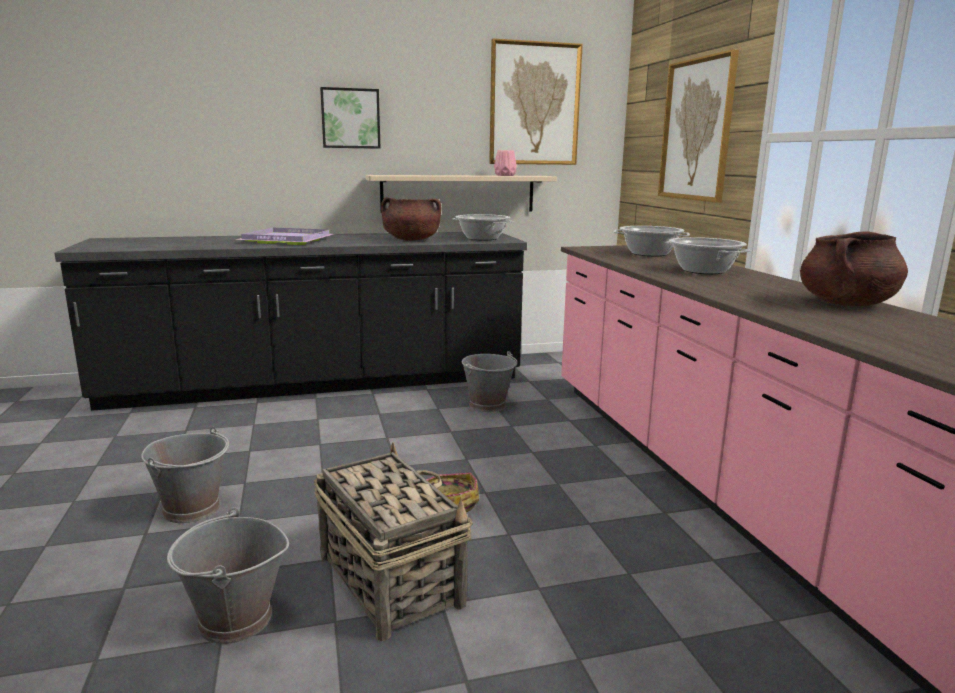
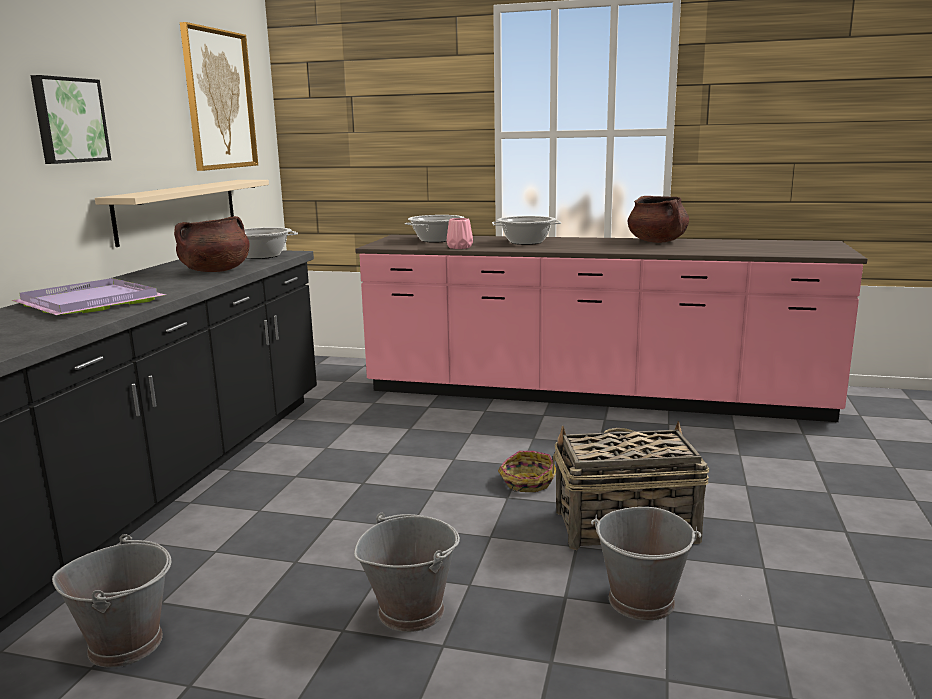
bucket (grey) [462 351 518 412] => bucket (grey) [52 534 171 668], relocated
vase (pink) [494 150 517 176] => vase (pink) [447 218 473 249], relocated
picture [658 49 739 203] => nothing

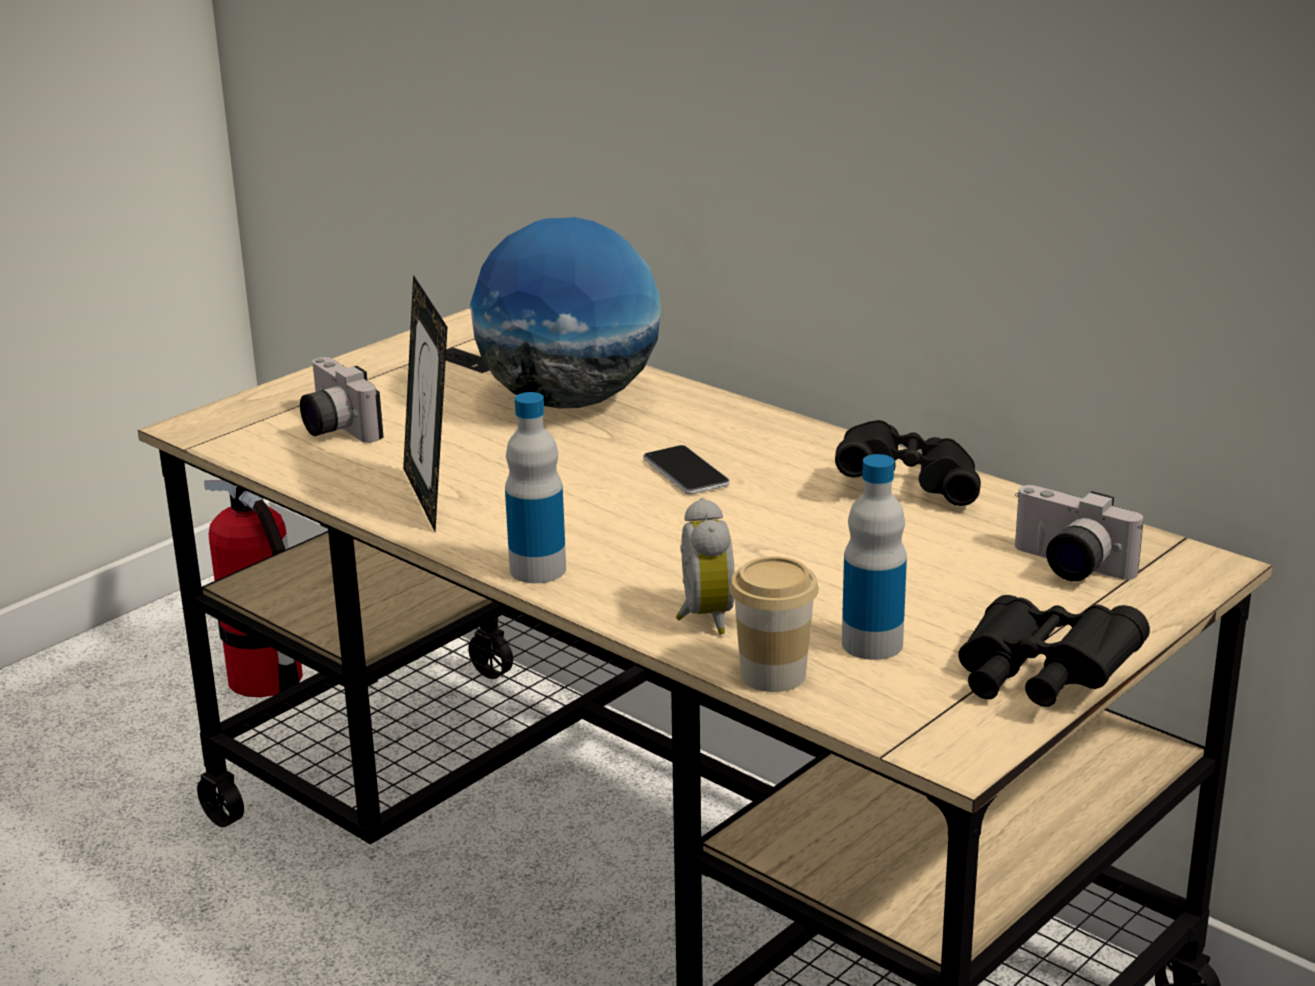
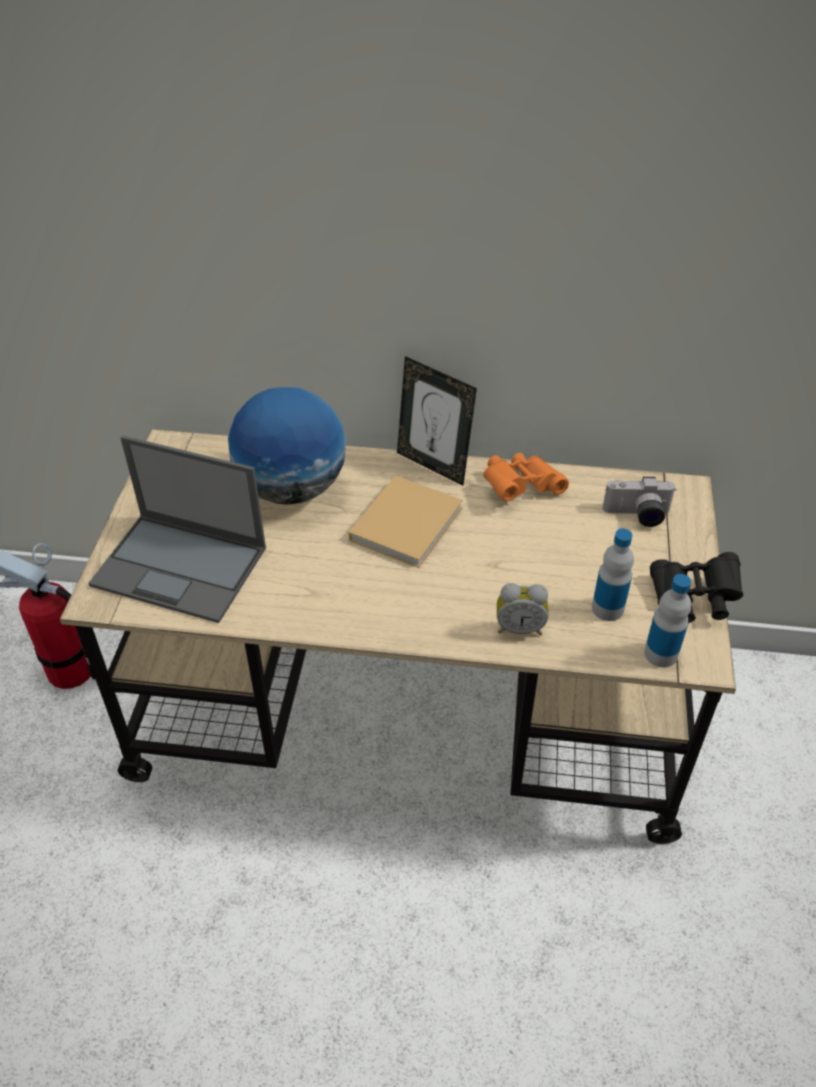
photo camera [300 357 384 443] => laptop [88 435 266 623]
picture frame [403 275 448 531] => picture frame [397 356 477 486], relocated
bottle [505 392 566 583] => bottle [644 574 691 667], relocated
phone [643 445 730 495] => book (beige) [349 475 463 568]
alarm clock [676 498 735 635] => alarm clock [497 583 548 635], 135 degrees clockwise
cup [730 556 819 692] => nothing
binoculars (black) [835 420 981 506] => binoculars (orange) [484 453 569 501]

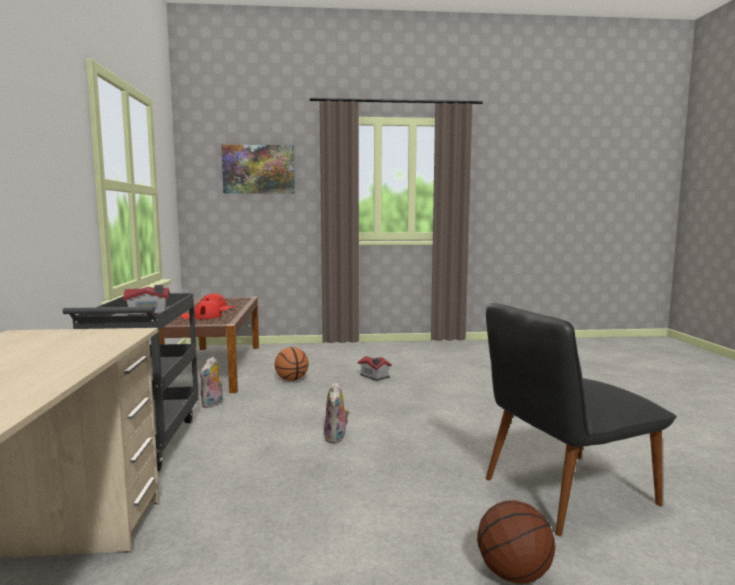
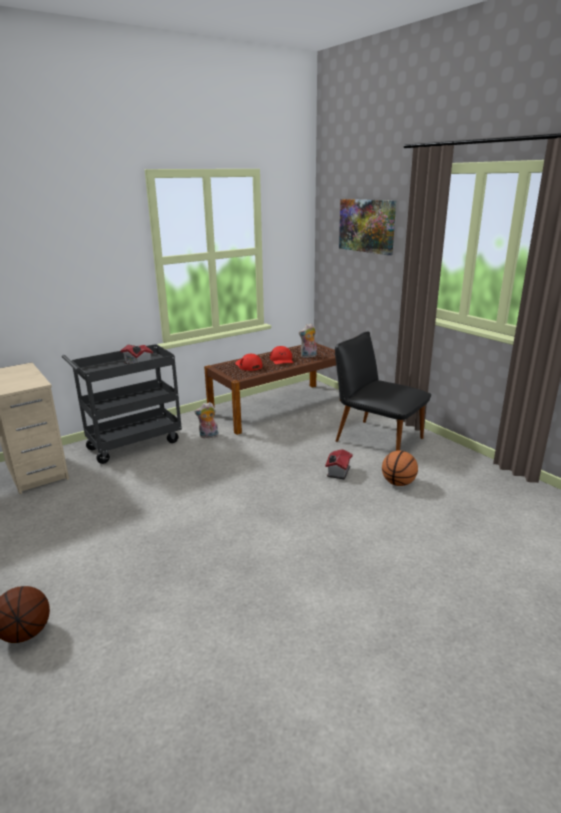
basketball [275 347 309 381] => basketball [382 451 418 486], relocated
plush toy [324 382 349 443] => plush toy [299 323 317 358], relocated
chair (black) [486 303 677 536] => chair (black) [335 332 431 451], relocated

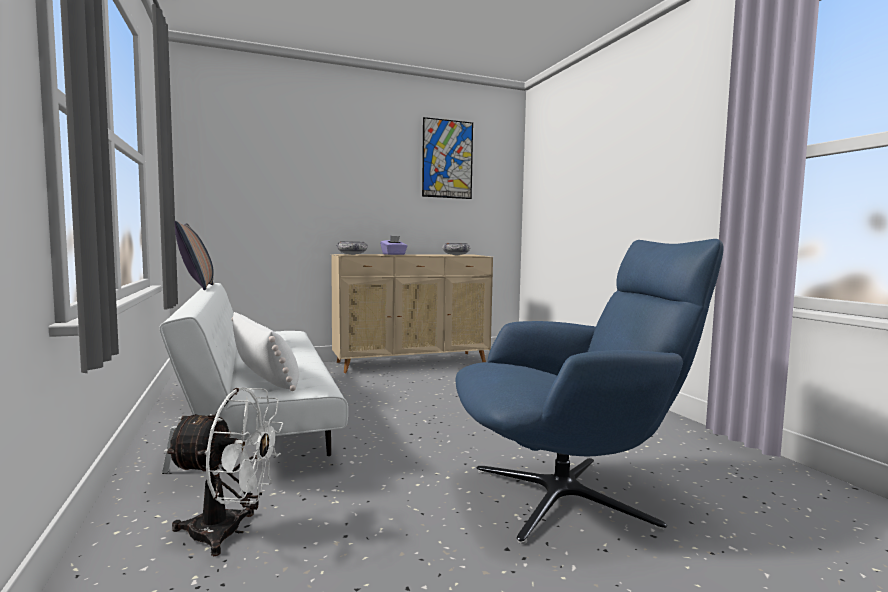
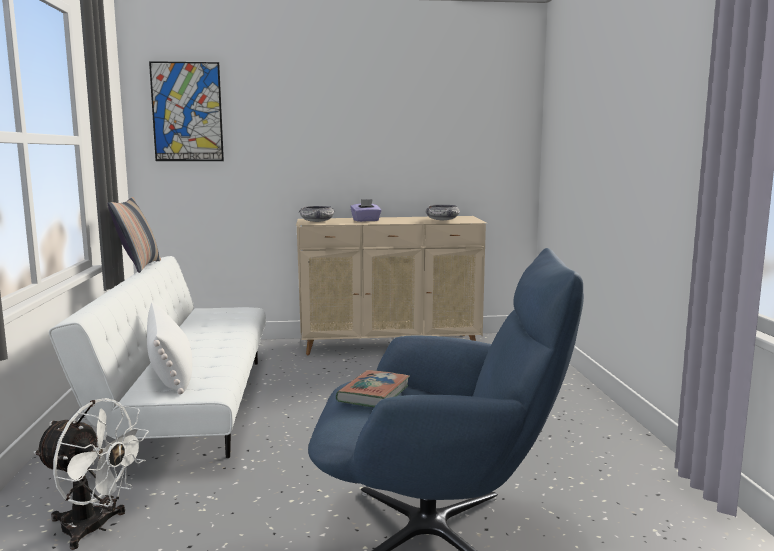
picture [422 117 473 199] => picture [149 61 224 161], relocated
nothing => book [336 370 410 407]

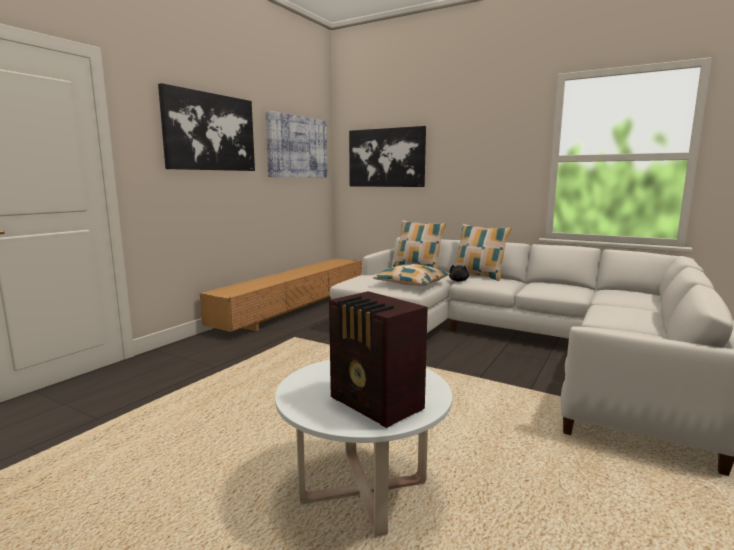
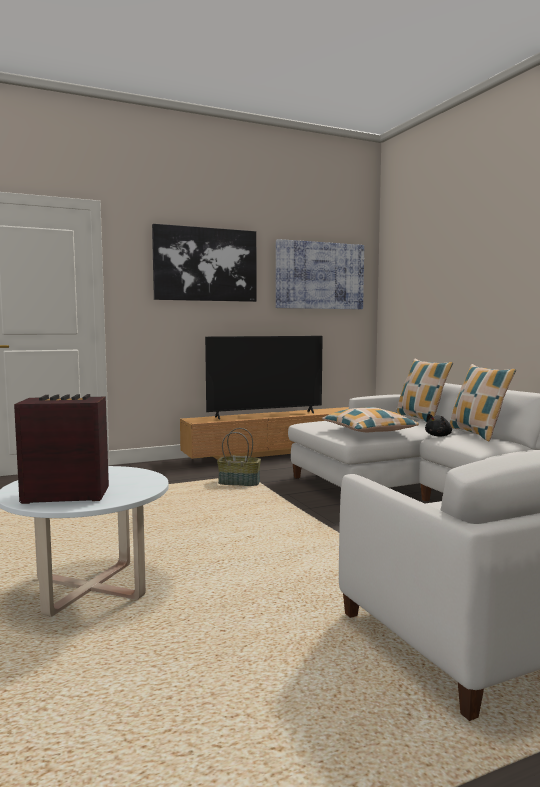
radio [329 291 428 428] => radio [14 394 109 504], 90 degrees clockwise
picture [349 126 426 187] => nothing
nothing => television [205 336 323 420]
nothing => basket [217 428 261 486]

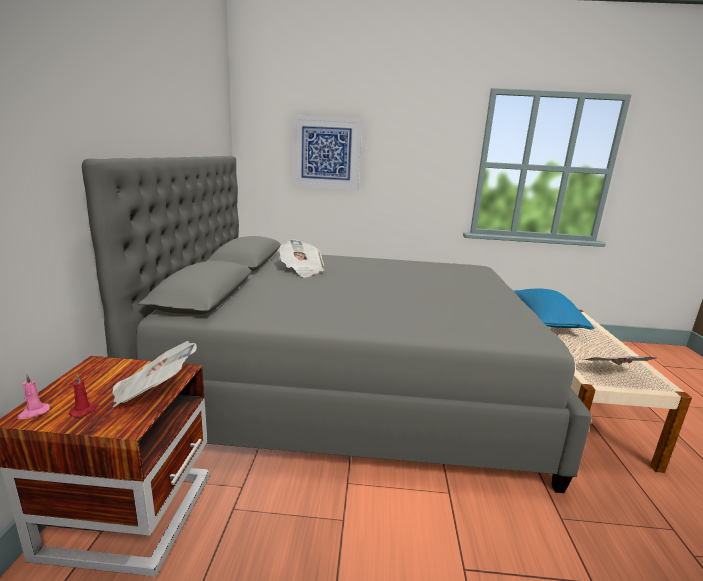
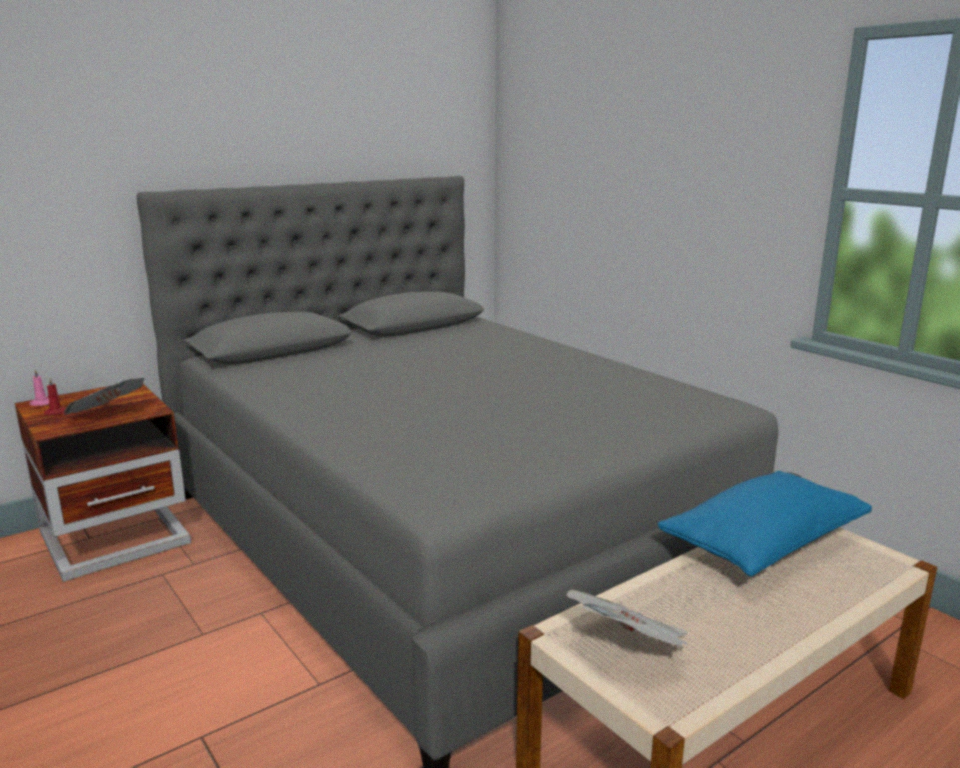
newspaper [279 239 324 278] => nothing
picture [292 115 362 190] => nothing

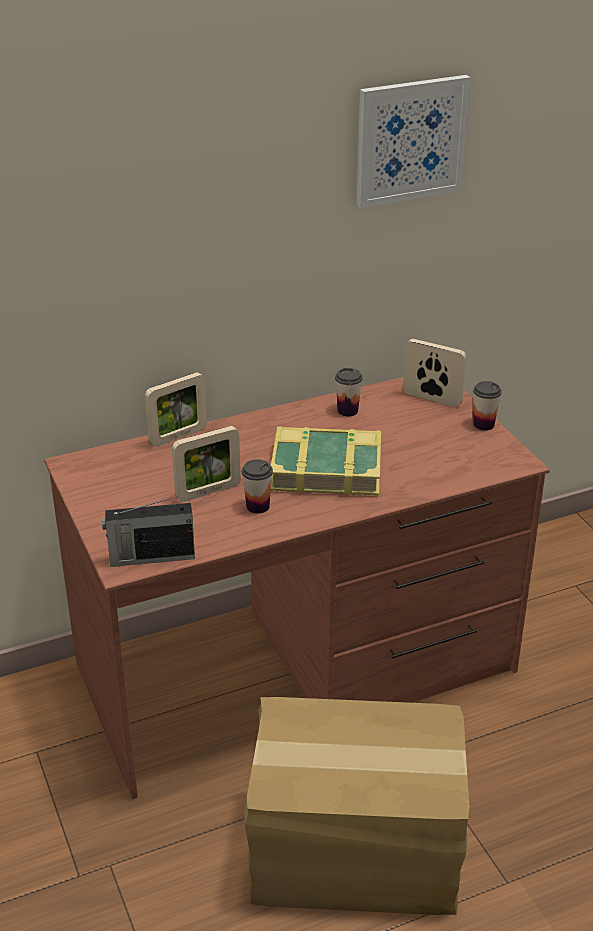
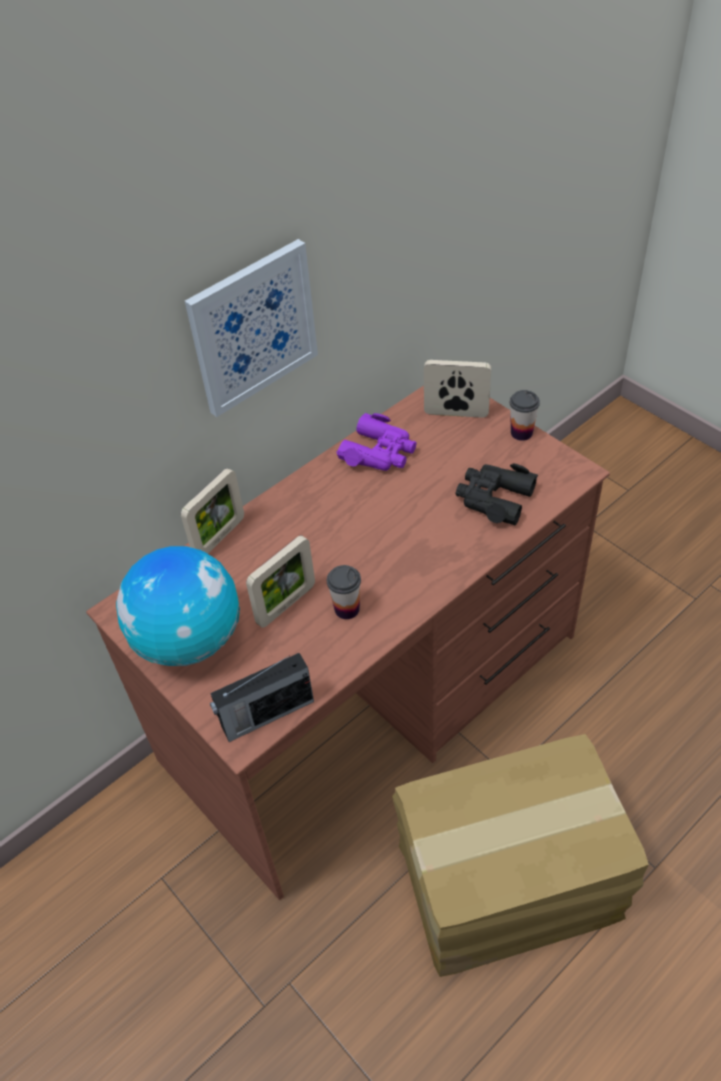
book [271 426 381 496] => nothing
cup [335 368 363 416] => binoculars (purple) [336 413 417 471]
picture [357 75 471 208] => picture [185 239 318 417], relocated
nothing => globe [116 546 240 666]
nothing => binoculars (black) [456 464 538 525]

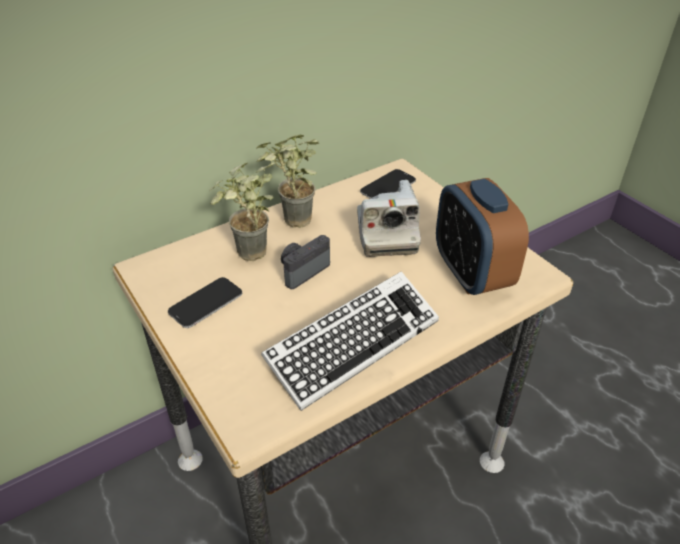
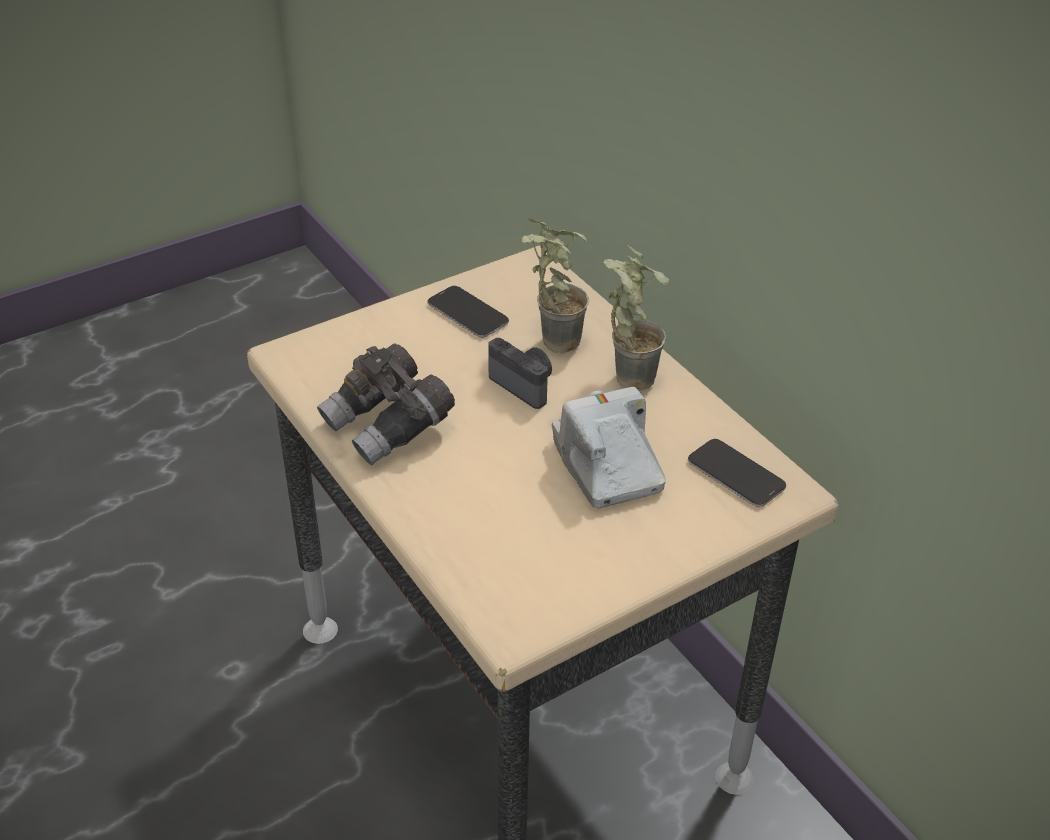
keyboard [261 271 439 411] => binoculars (grey) [317 344 455 465]
photo camera [357 180 421 257] => photo camera [552 387 666 509], 75 degrees clockwise
alarm clock [436 178 529 295] => nothing

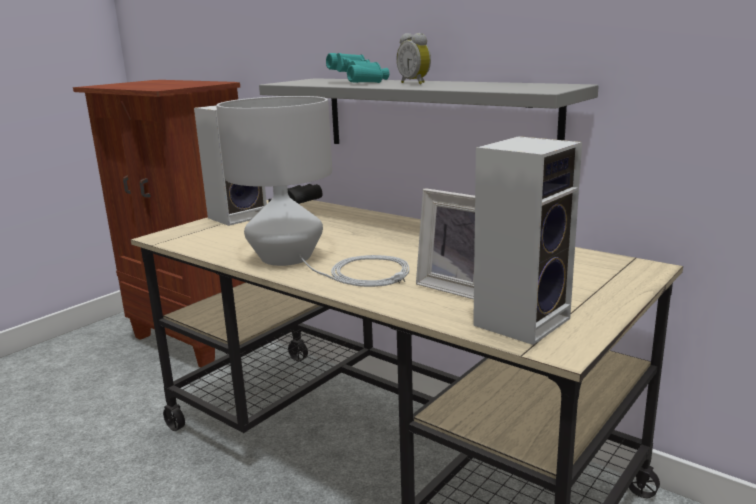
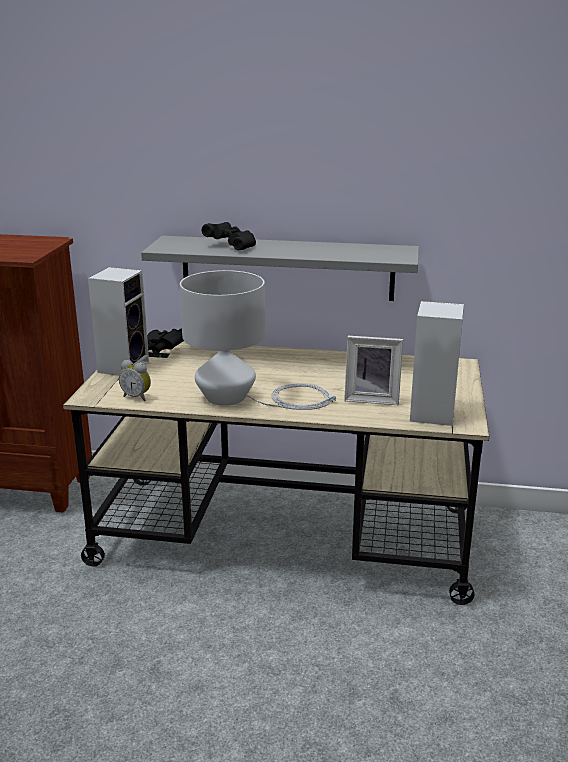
binoculars (turquoise) [326 53 389 83] => binoculars (black) [202 222 256 250]
alarm clock [396 33 431 84] => alarm clock [119 360 151 401], relocated

